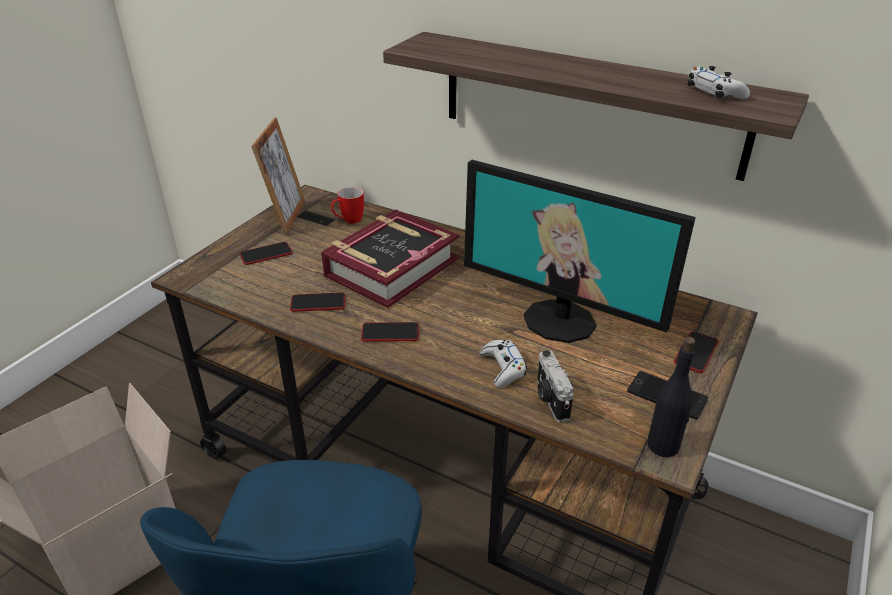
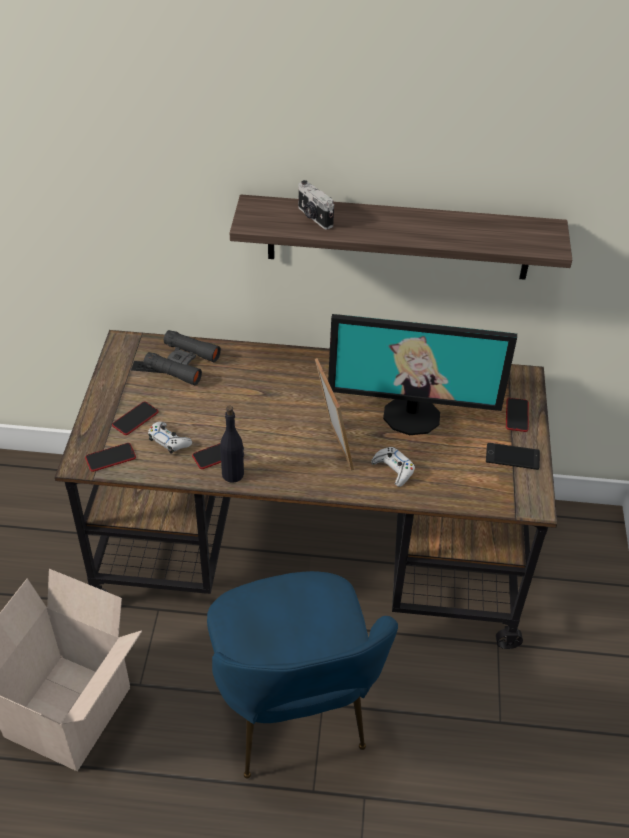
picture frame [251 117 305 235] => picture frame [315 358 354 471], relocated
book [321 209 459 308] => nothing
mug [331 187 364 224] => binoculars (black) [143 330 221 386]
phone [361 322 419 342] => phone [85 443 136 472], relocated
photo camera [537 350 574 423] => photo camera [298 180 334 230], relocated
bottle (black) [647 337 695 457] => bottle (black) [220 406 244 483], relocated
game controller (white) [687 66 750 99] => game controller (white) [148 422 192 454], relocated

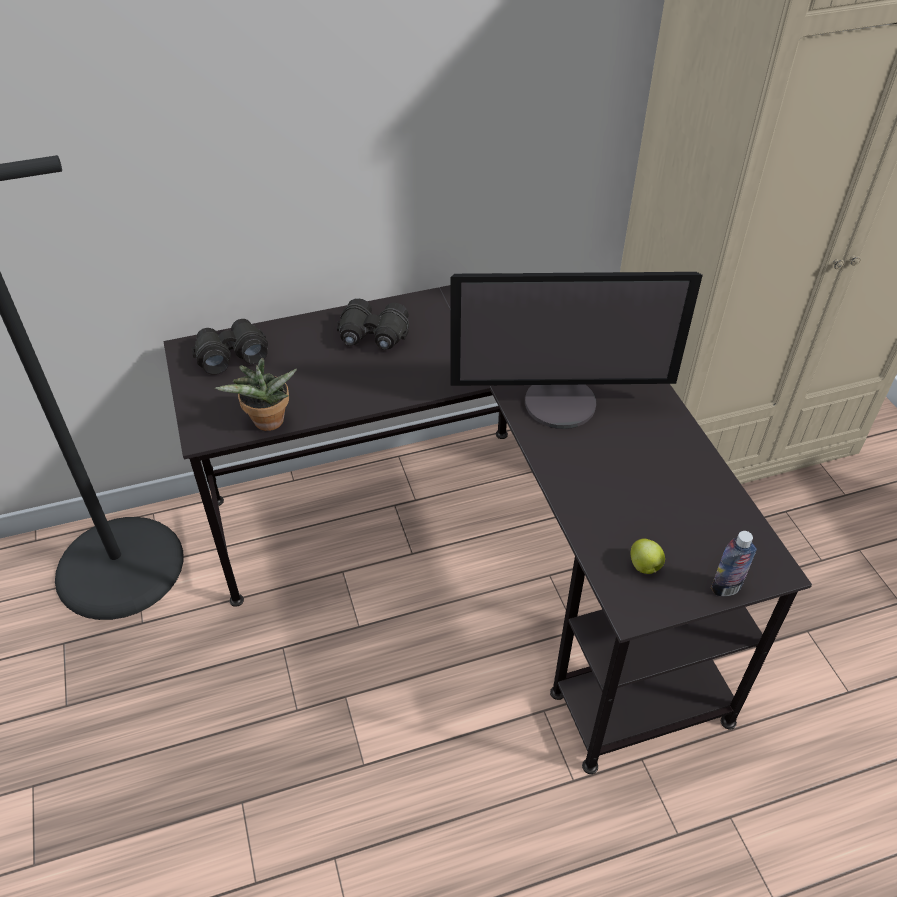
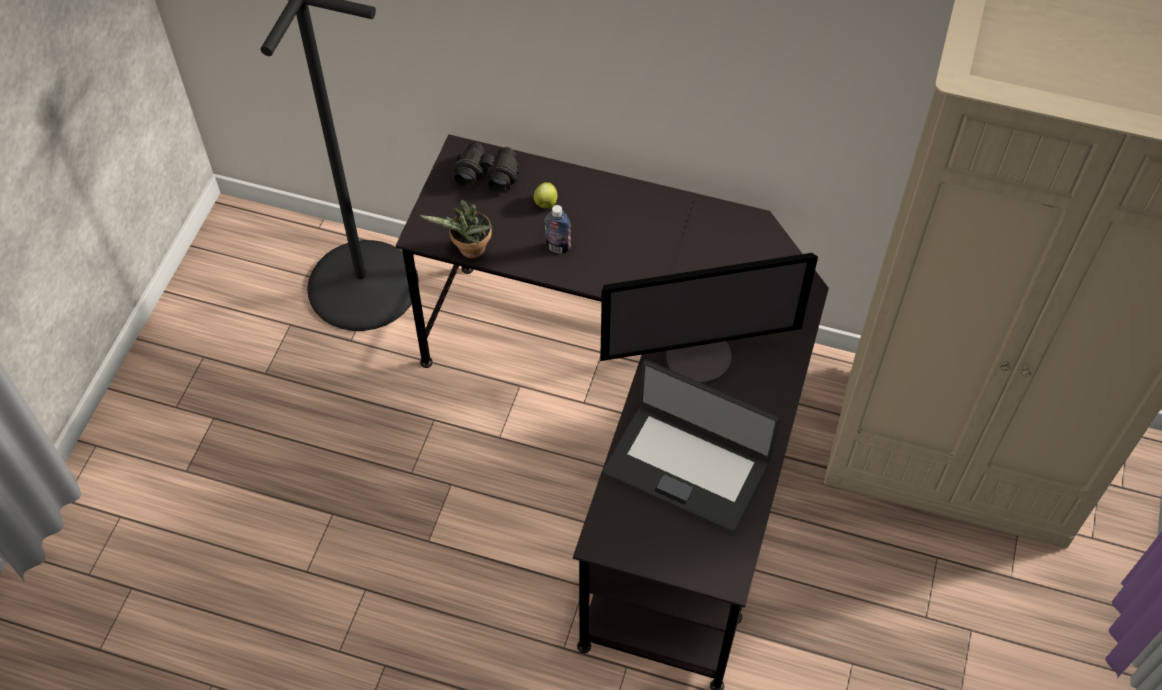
binoculars (black) [337 298 409 350] => nothing
monitor [450 272 703 429] => monitor [600 253 818 384], 45 degrees counterclockwise
apple [631 538 665 574] => apple [534 182 558 208], relocated
bottle [711 531 757 596] => bottle [545 205 571 253], relocated
nothing => laptop [603 360 780 532]

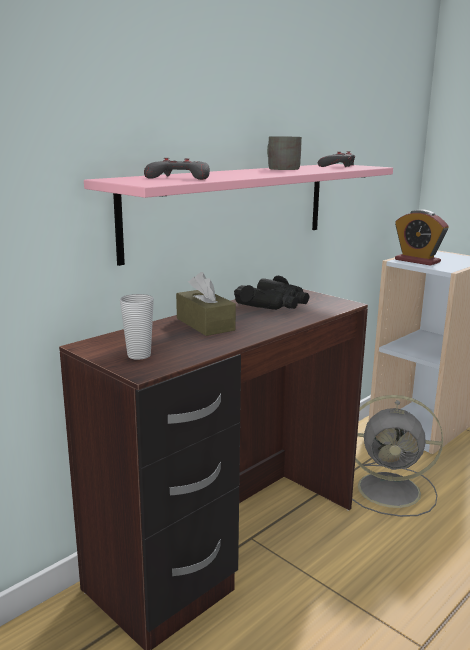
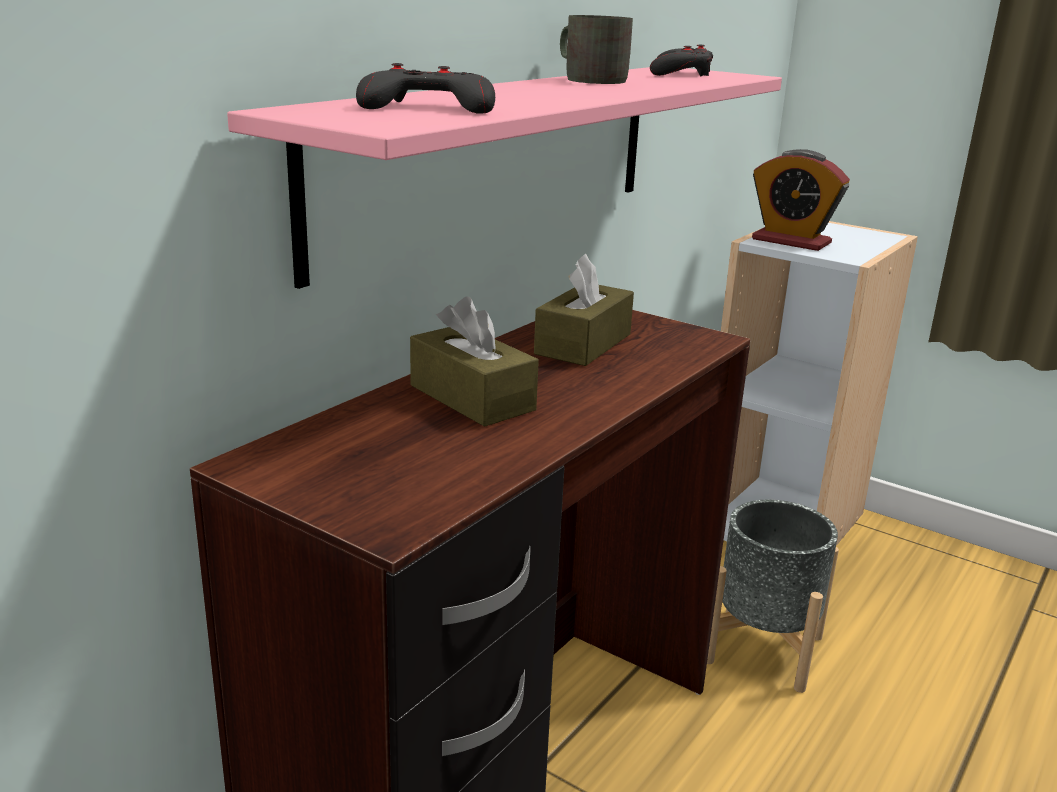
cup [120 294 154 360] => nothing
binoculars (black) [234 276 310 310] => tissue box (brown) [534 254 634 366]
fan (grey) [352 395 443 517] => planter (grey) [707 500 839 693]

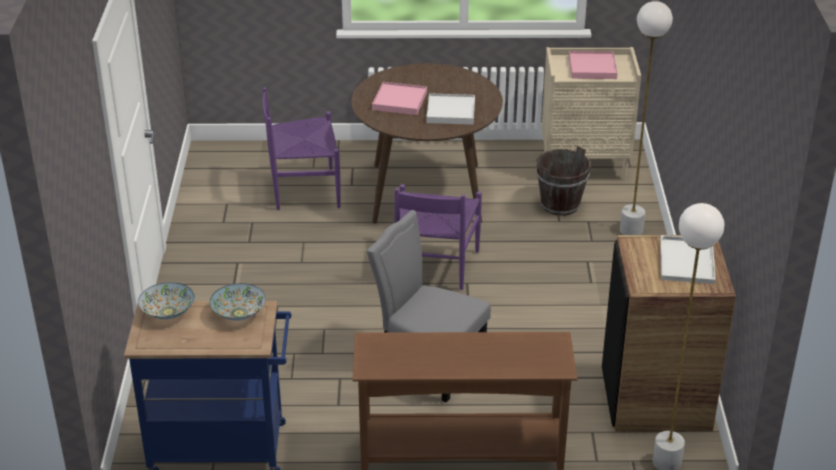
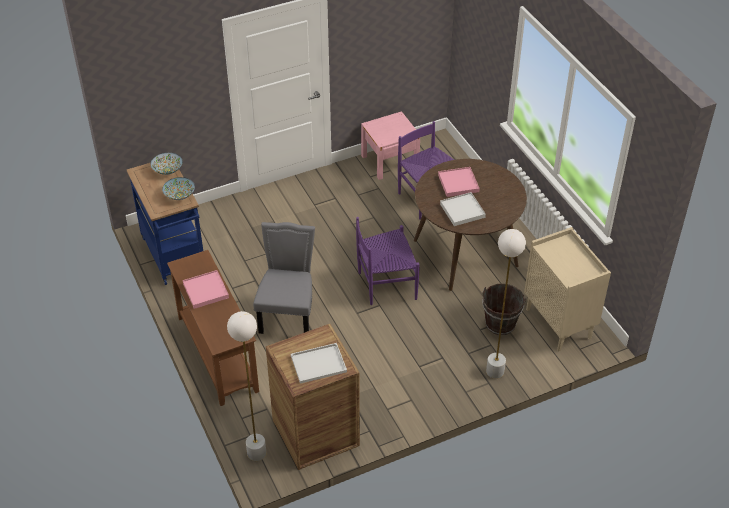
tray (pink) [569 51 617 79] => tray (pink) [183 270 229 309], relocated
nothing => nightstand (pink) [361 111 420 180]

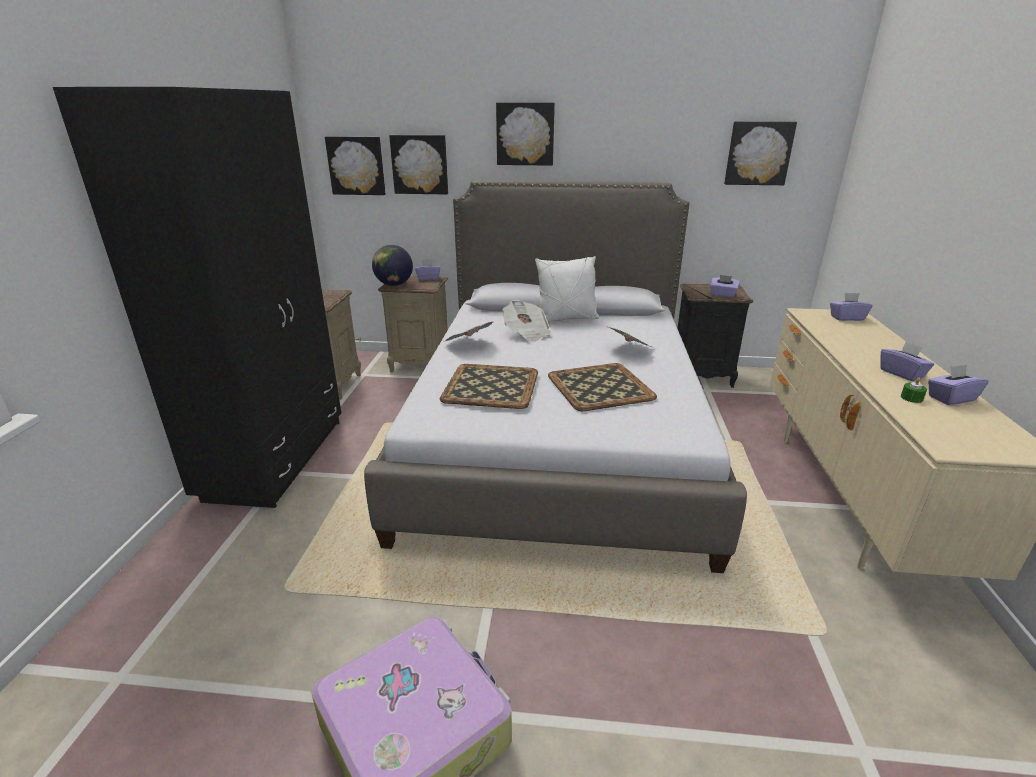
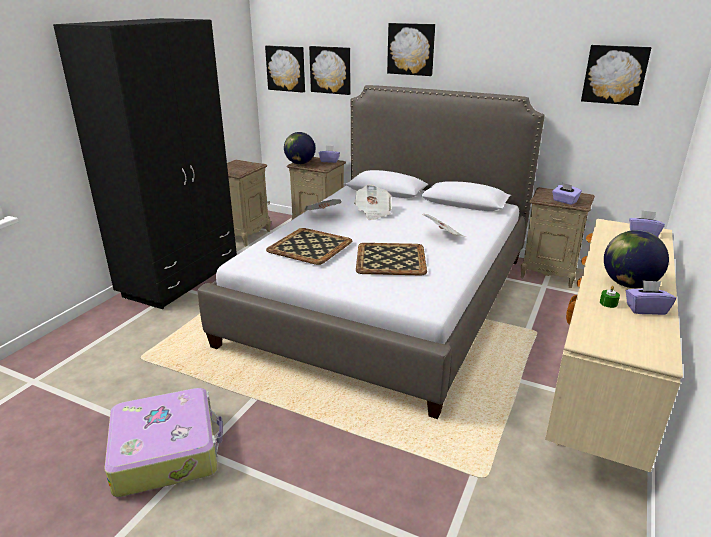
pillow (white) [535 256 599 323] => nothing
nightstand (black) [677 283 753 388] => nightstand (beige) [520 187 595 288]
tissue box (purple) [880 341 934 381] => globe [604 230 669 288]

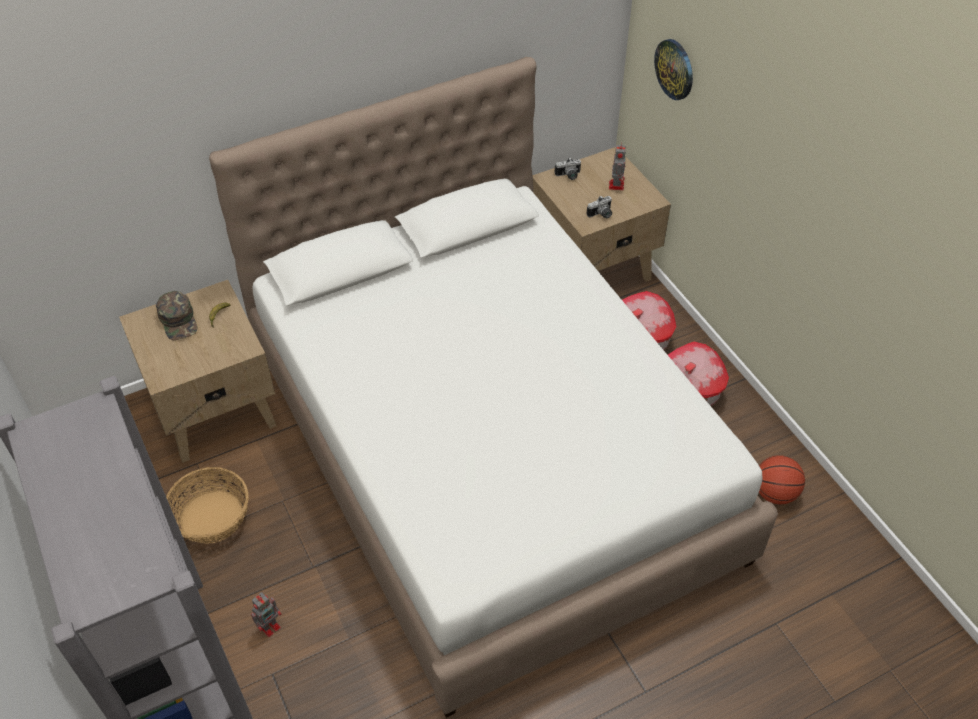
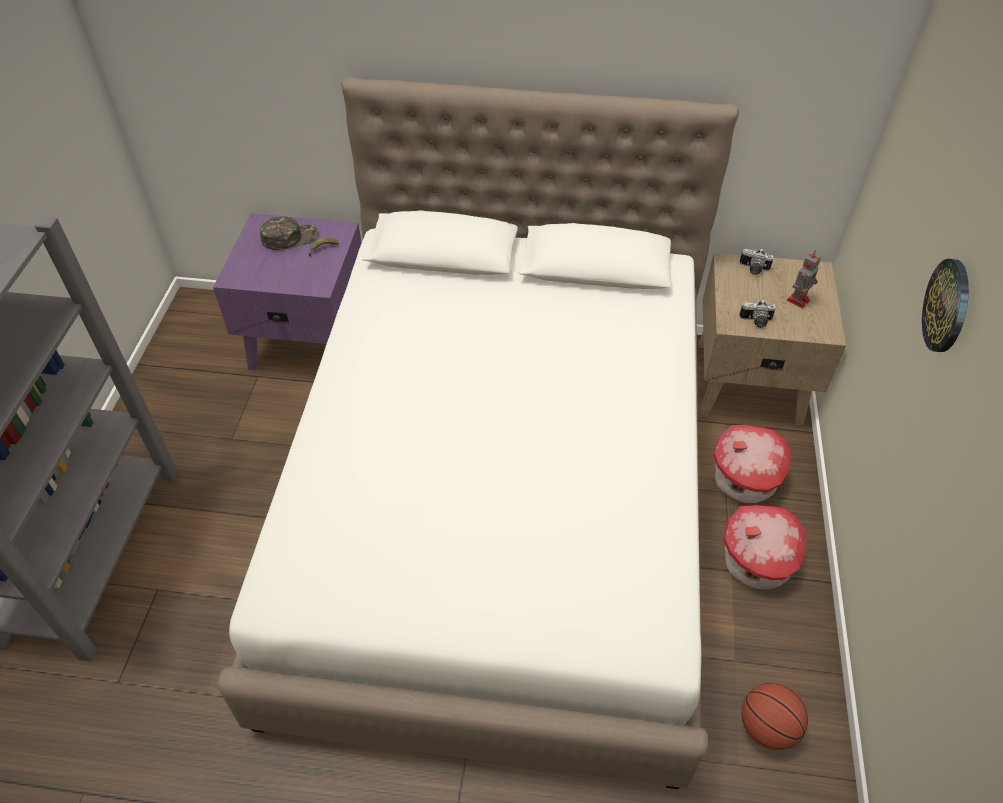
nightstand (beige) [119 280 277 463] => nightstand (purple) [213 214 362 371]
cap (green) [156 291 198 340] => cap (green) [260 216 318 250], 120 degrees counterclockwise
basket [166 467 249 544] => nothing
toy robot [251 592 281 637] => nothing
wall clock [654 39 693 100] => wall clock [922 259 969 352], relocated

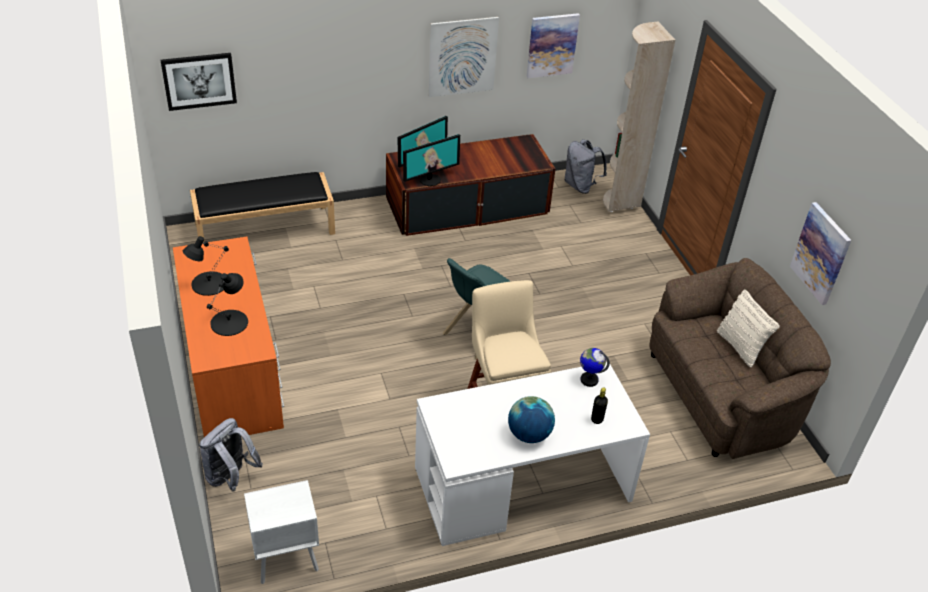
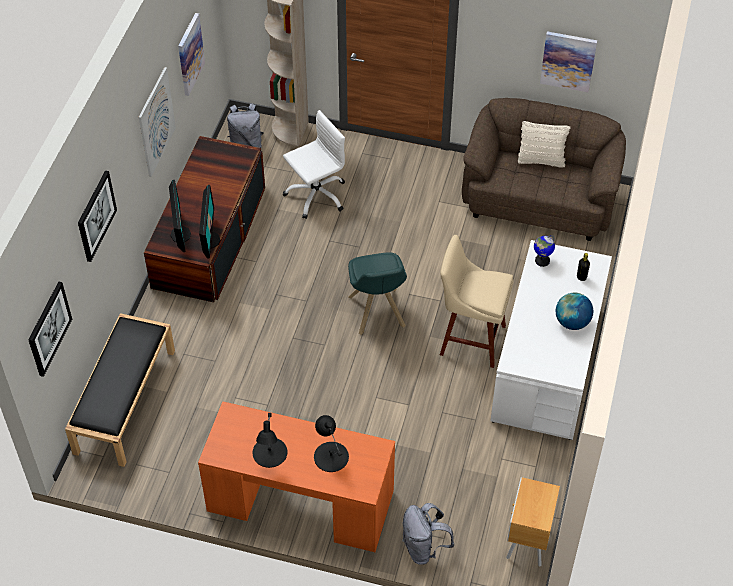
nightstand (white) [244 480 319 584] => nightstand (brown) [506 477 560 567]
nothing => picture [78 170 117 262]
nothing => office chair (white) [283 110 345 219]

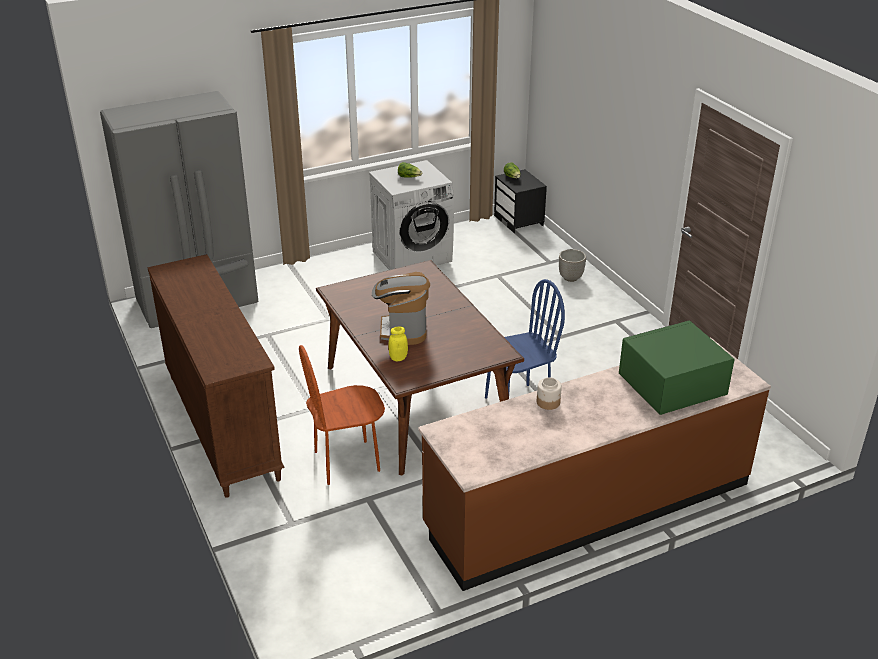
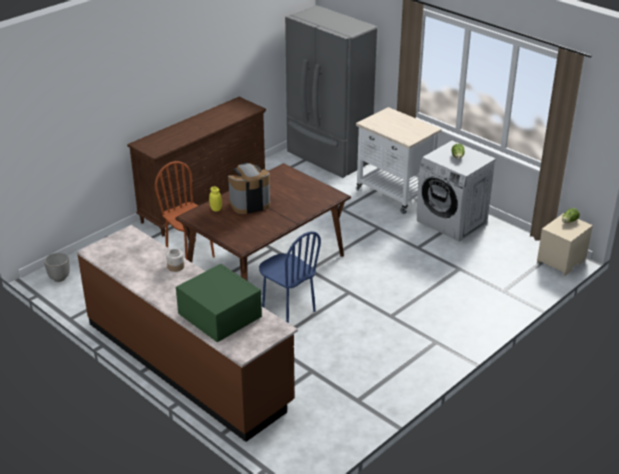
nightstand (black) [494 169 547 233] => nightstand (beige) [537 213 593 277]
planter [559 249 586 282] => planter [44 253 70 282], relocated
nothing => cart (white) [356 107 442 214]

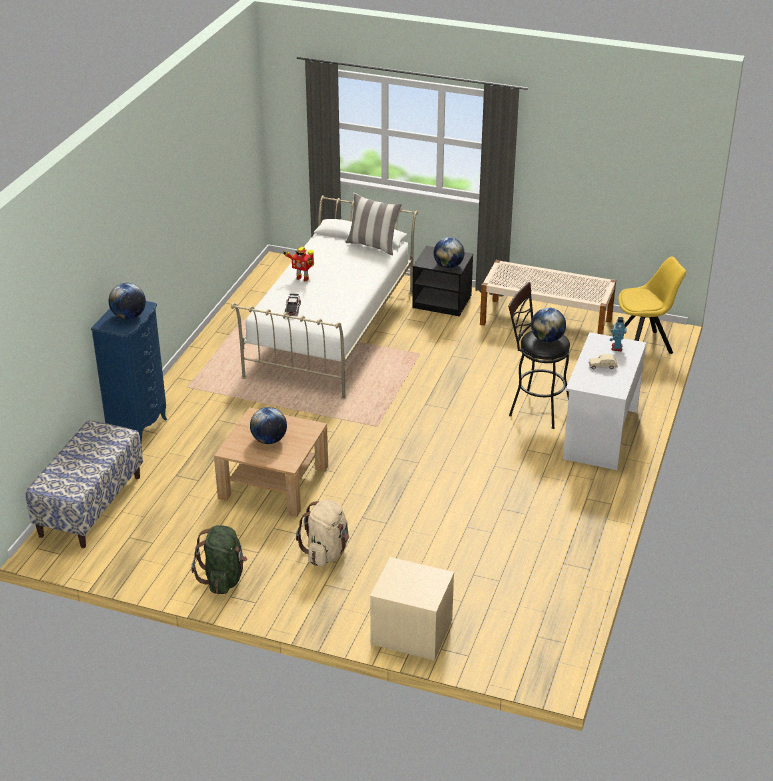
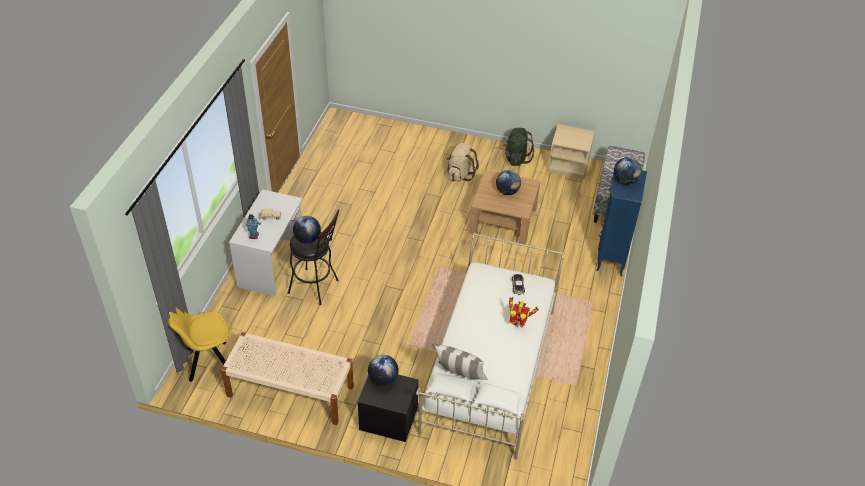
nightstand (beige) [370 557 454 661] => nightstand (beige) [548 124 595 179], relocated

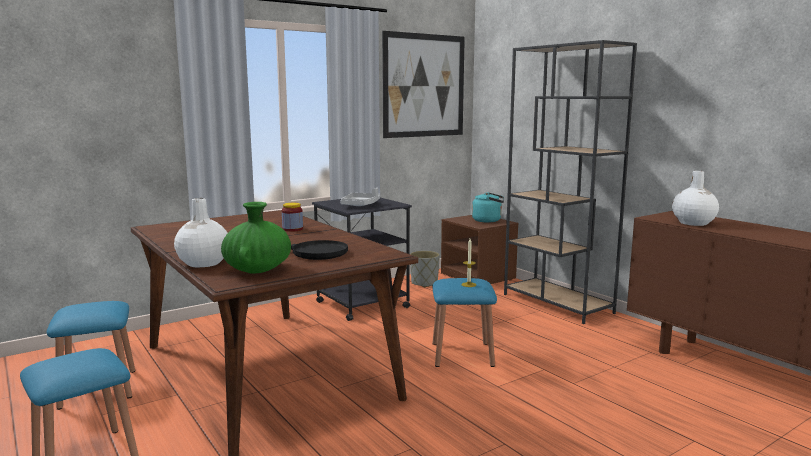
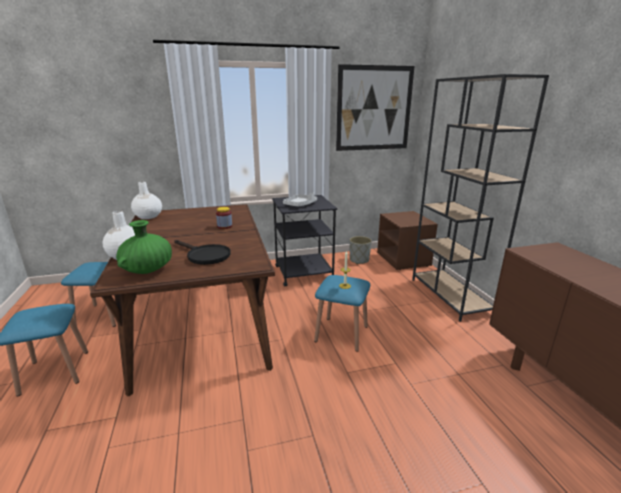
kettle (turquoise) [472 192 504 222] => nothing
vase (white) [672 171 719 226] => vase (white) [131 182 162 219], relocated

